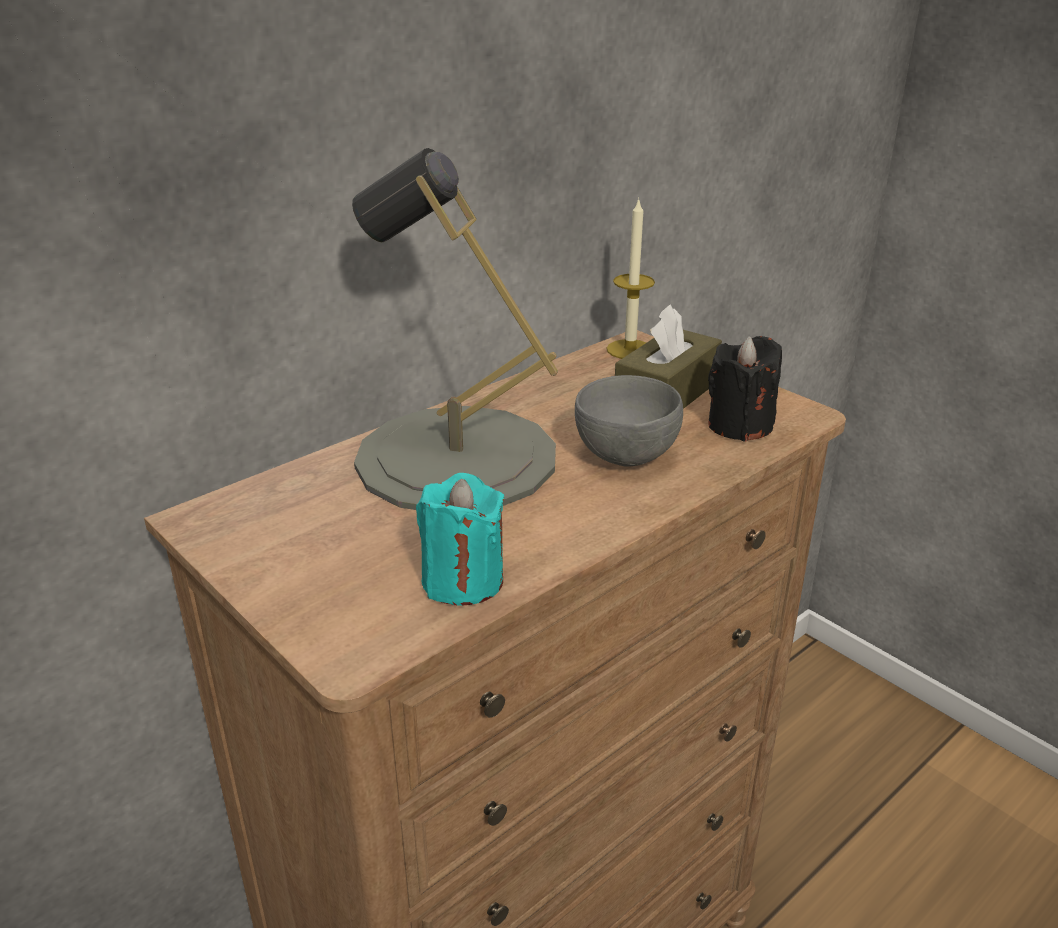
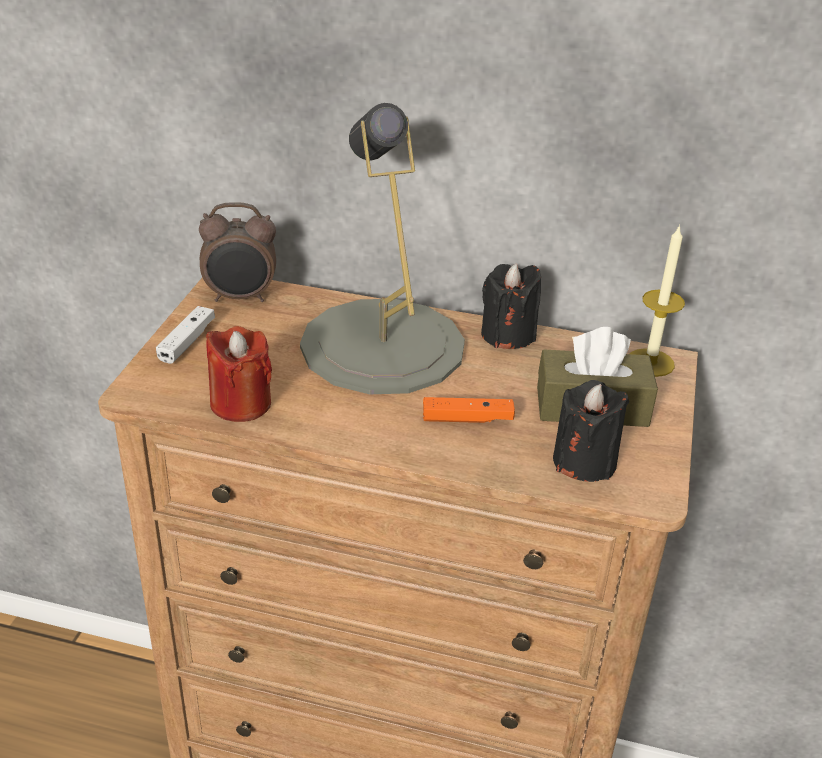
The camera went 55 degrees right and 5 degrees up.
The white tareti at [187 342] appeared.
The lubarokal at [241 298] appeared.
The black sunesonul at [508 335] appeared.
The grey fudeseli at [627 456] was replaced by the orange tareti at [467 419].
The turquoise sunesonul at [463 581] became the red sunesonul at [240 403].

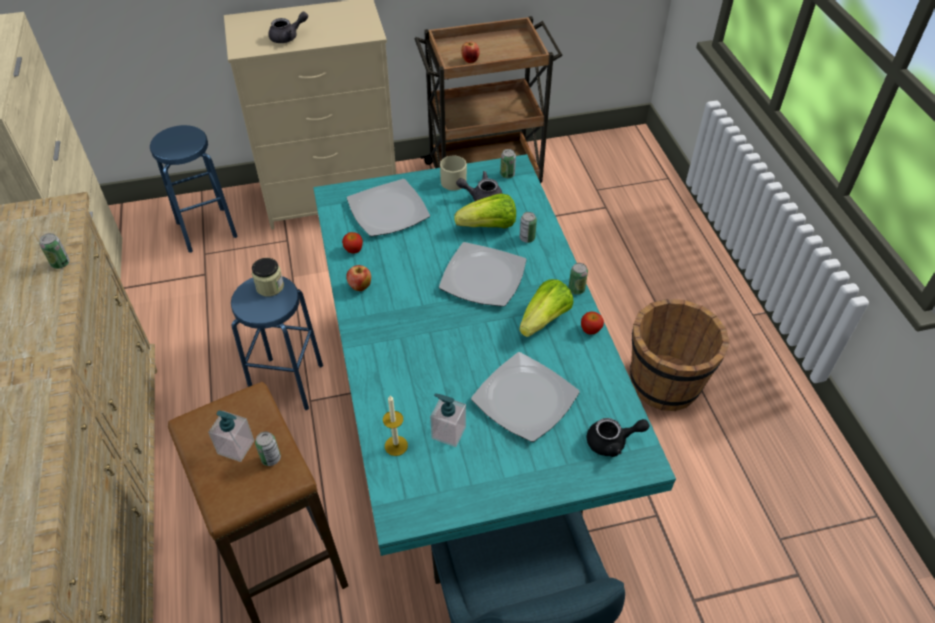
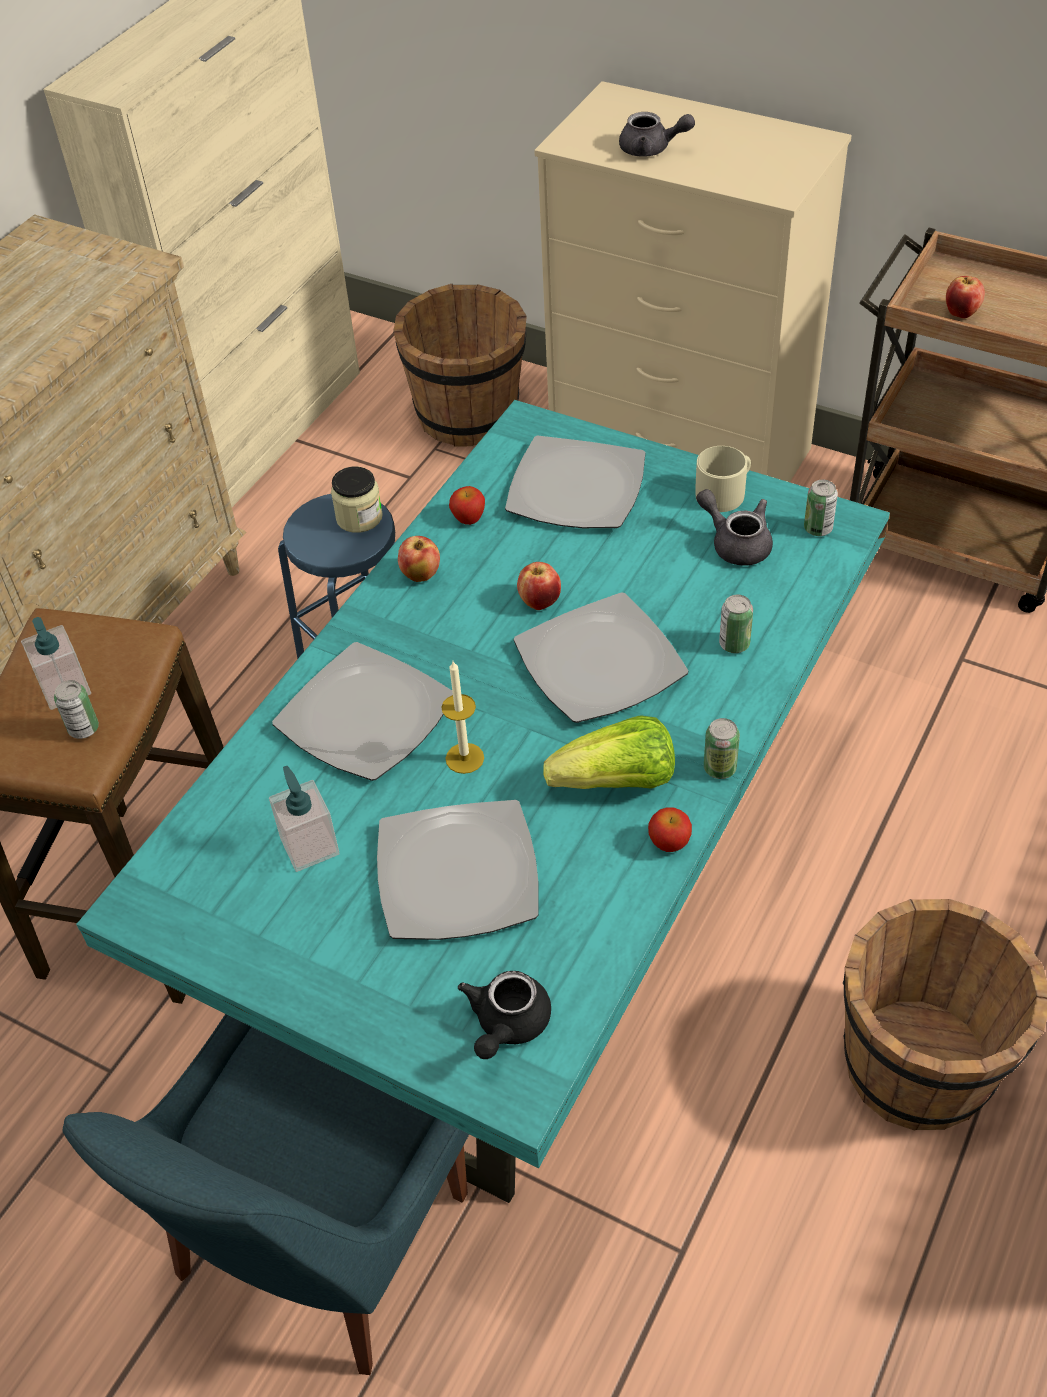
The camera went 45 degrees right and 0 degrees up.
The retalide at [60 263] disappeared.
The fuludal at [489 226] disappeared.
The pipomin at [365 715] appeared.
The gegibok at [540 602] appeared.
The sunesonul moved from [396 445] to [464 758].
The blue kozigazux at [206 230] was replaced by the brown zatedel at [468 416].
The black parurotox at [612 442] turned 75 degrees clockwise.

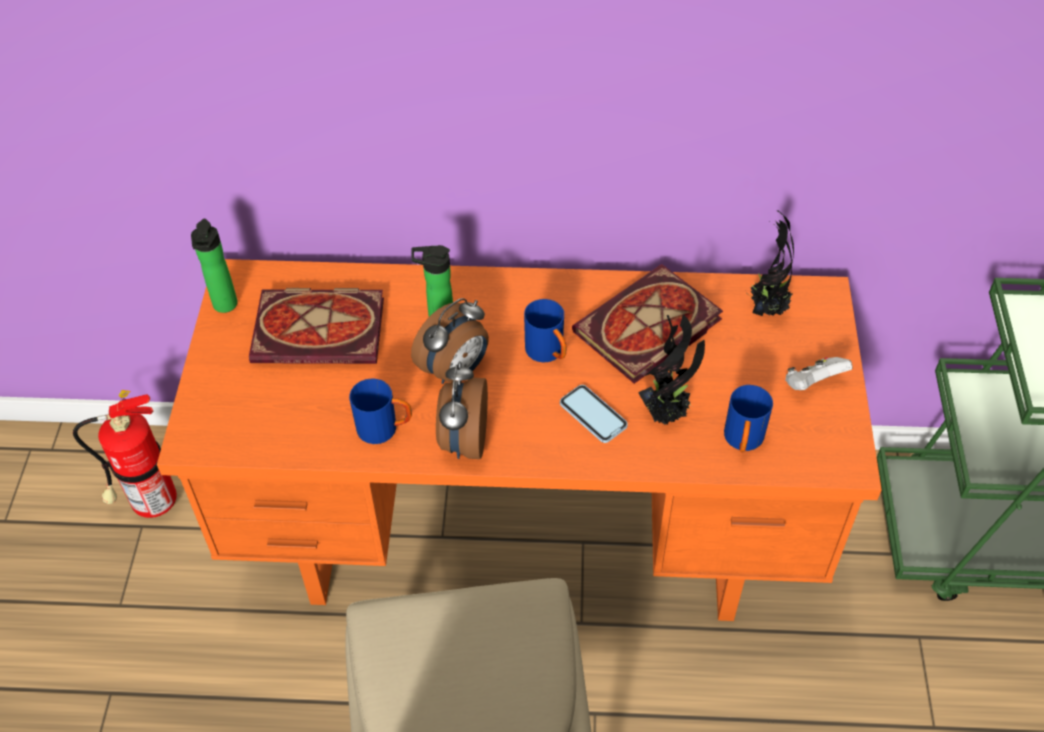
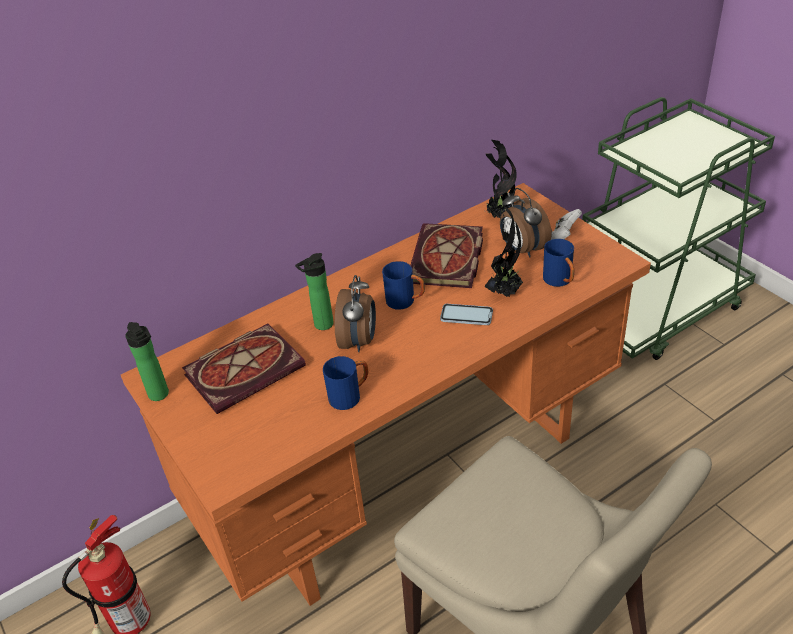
The camera went 35 degrees left and 10 degrees down.
The lubarokal moved from [463 440] to [522 249].

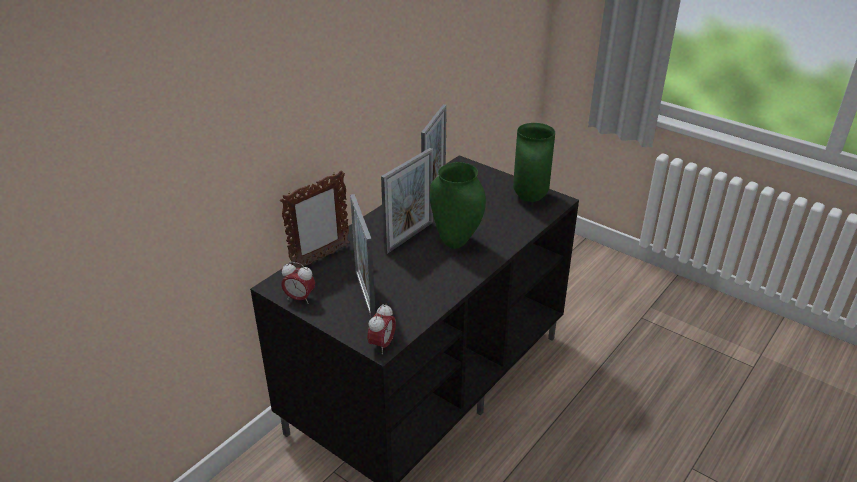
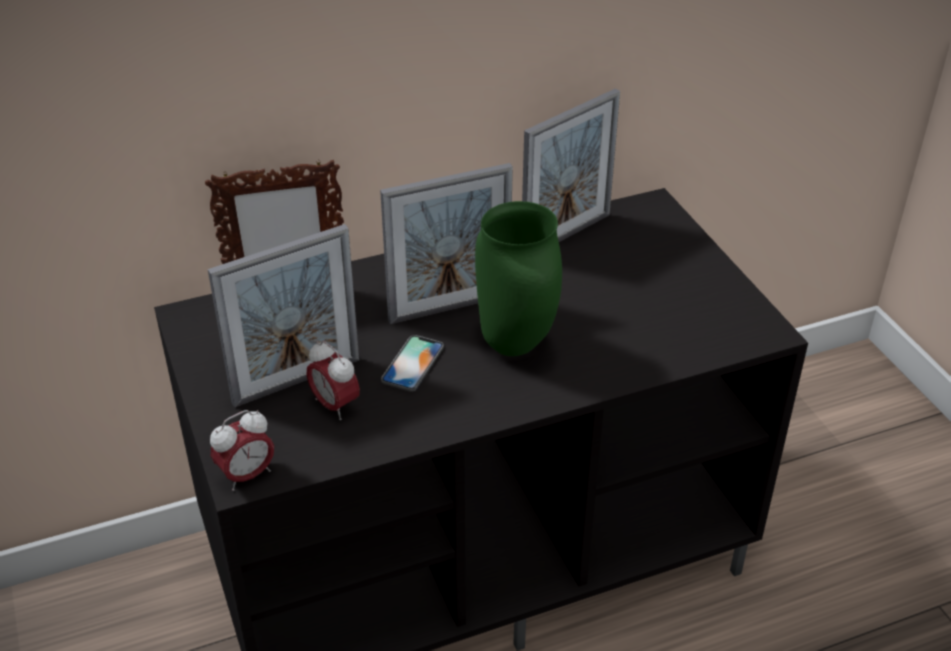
The camera went 30 degrees right and 5 degrees up.
The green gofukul at [529 197] disappeared.
The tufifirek at [413 363] appeared.
The lubarokal moved from [300 298] to [335 405].
The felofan at [365 295] turned 135 degrees counterclockwise.

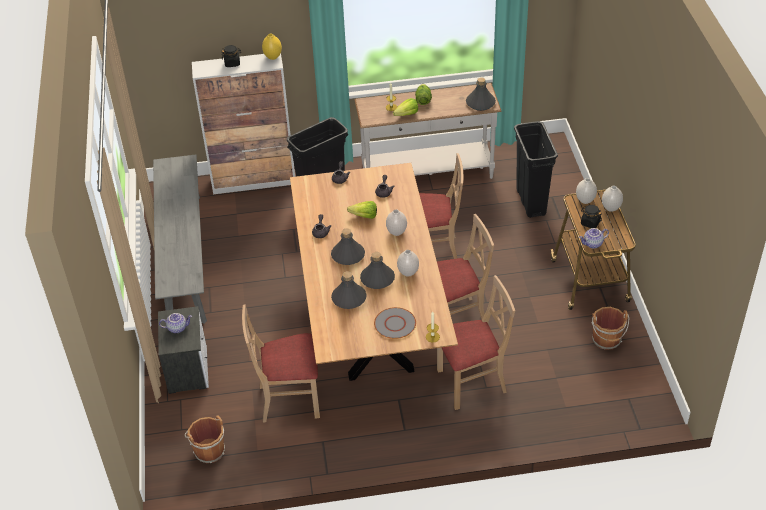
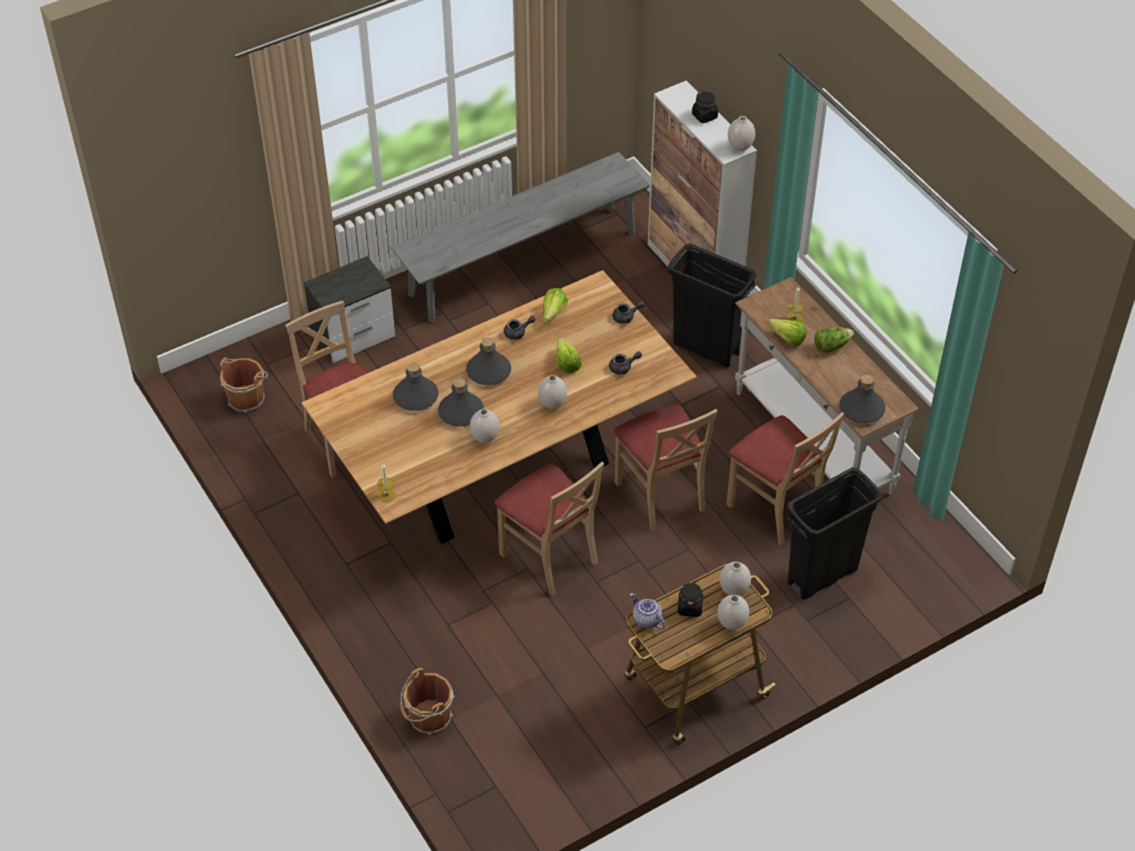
The camera went 65 degrees right and 5 degrees up.
The parurotox at [177 328] disappeared.
The grey pipomin at [395 324] disappeared.
The fuludal at [551 315] appeared.
The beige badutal moved from [472 382] to [776 507].
The brown zatedel moved from [607 340] to [428 718].
The yellow gofukul at [273 57] became the white gofukul at [740 147].

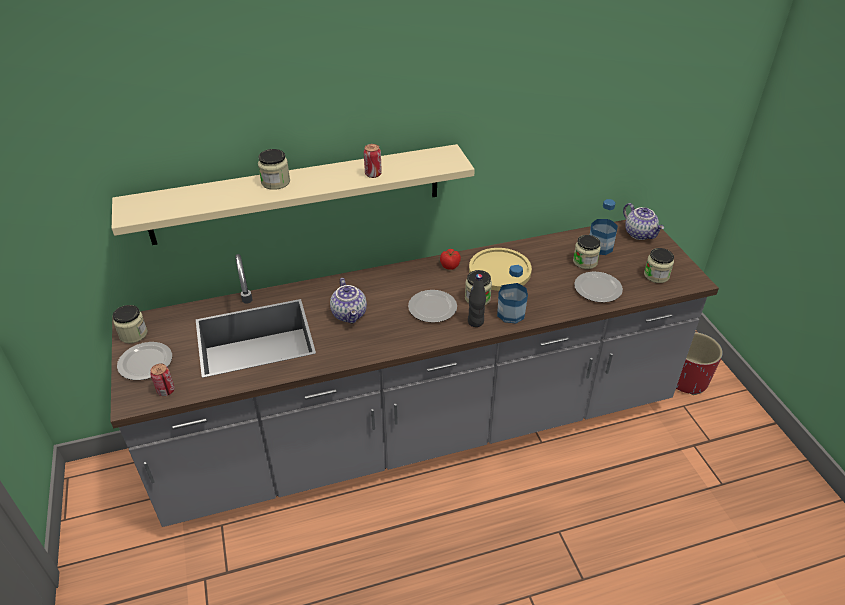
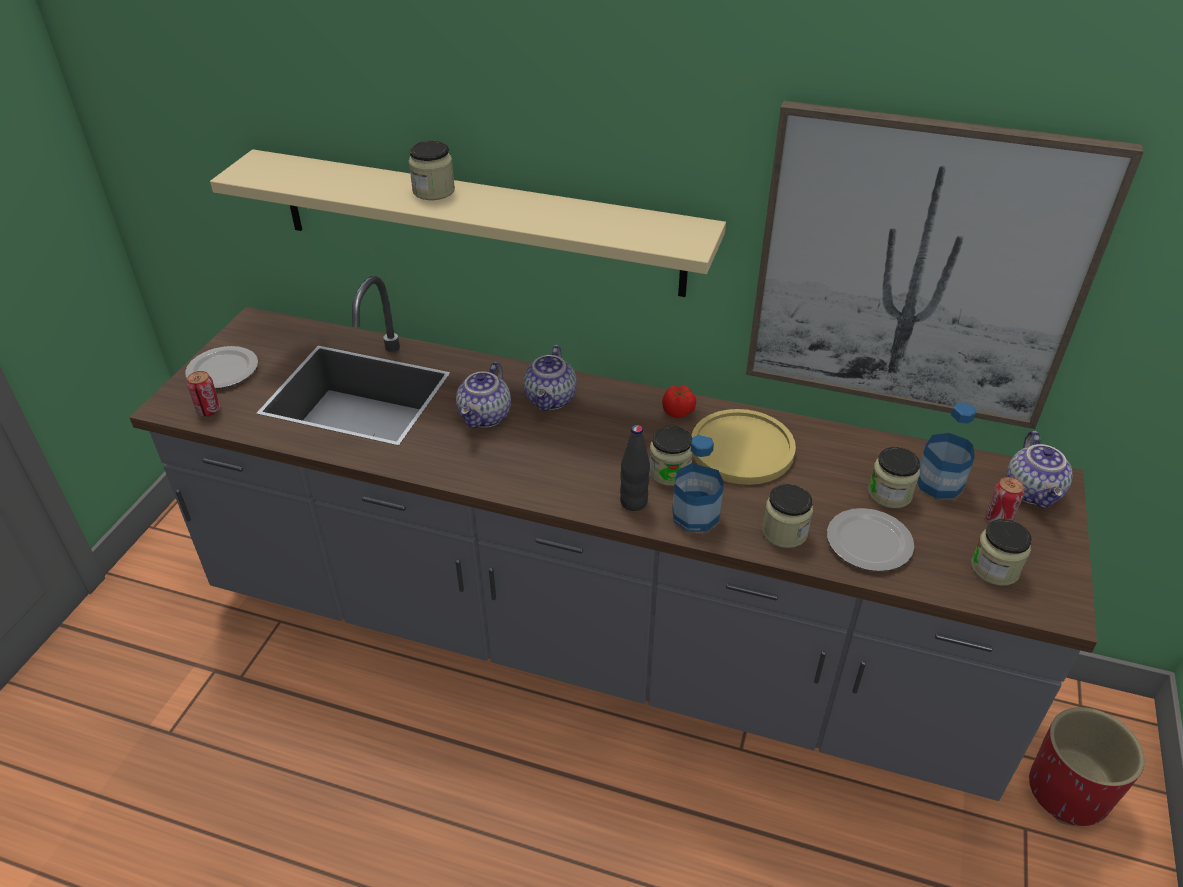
The camera went 35 degrees right and 0 degrees up.
The pipomin at [433 308] disappeared.
The parurotox at [551 399] appeared.
The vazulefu at [917 271] appeared.
The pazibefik moved from [133 334] to [784 532].
The retalide moved from [373 174] to [998 519].

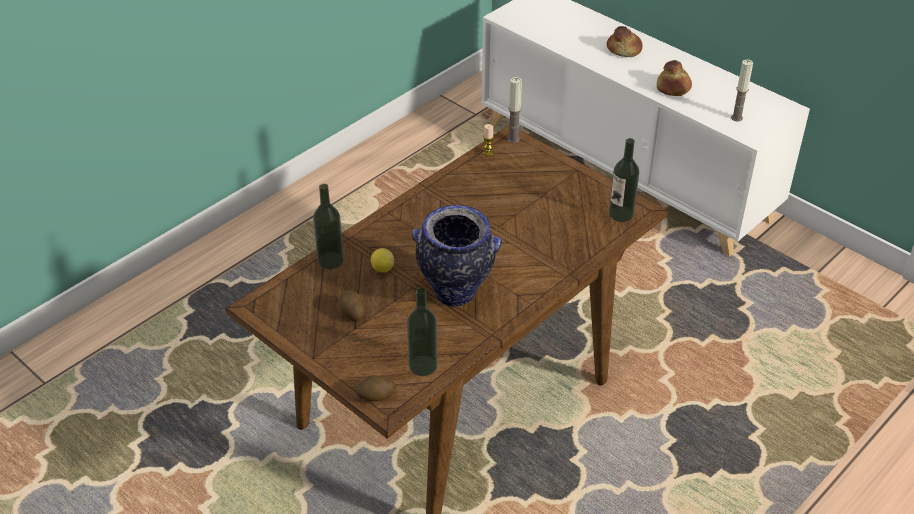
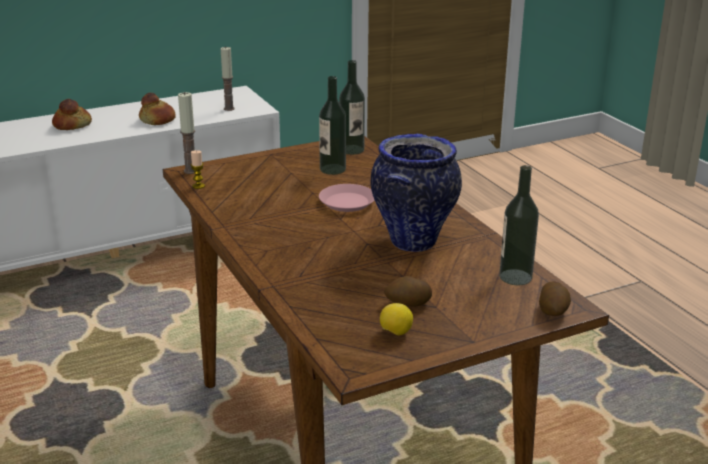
The camera went 70 degrees left and 15 degrees down.
The pink pipomin at [347 202] appeared.
The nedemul moved from [330 260] to [332 169].
The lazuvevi moved from [382 269] to [395 333].

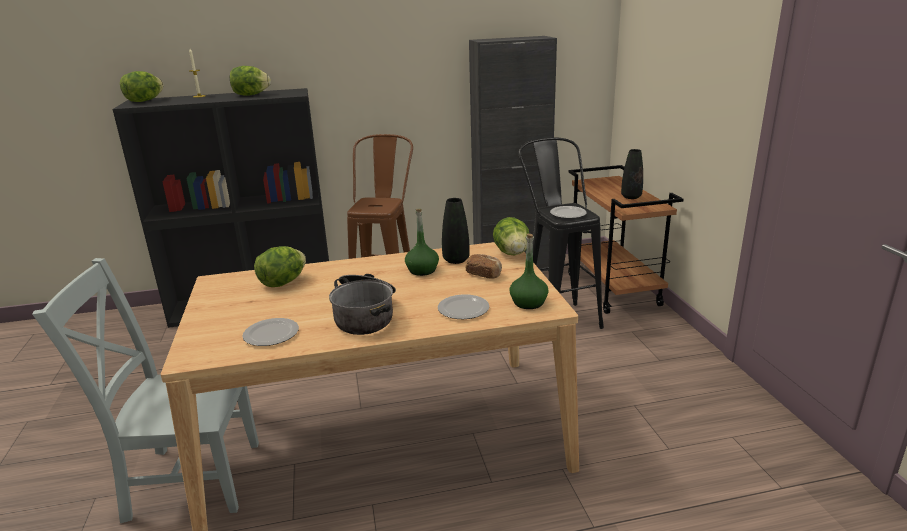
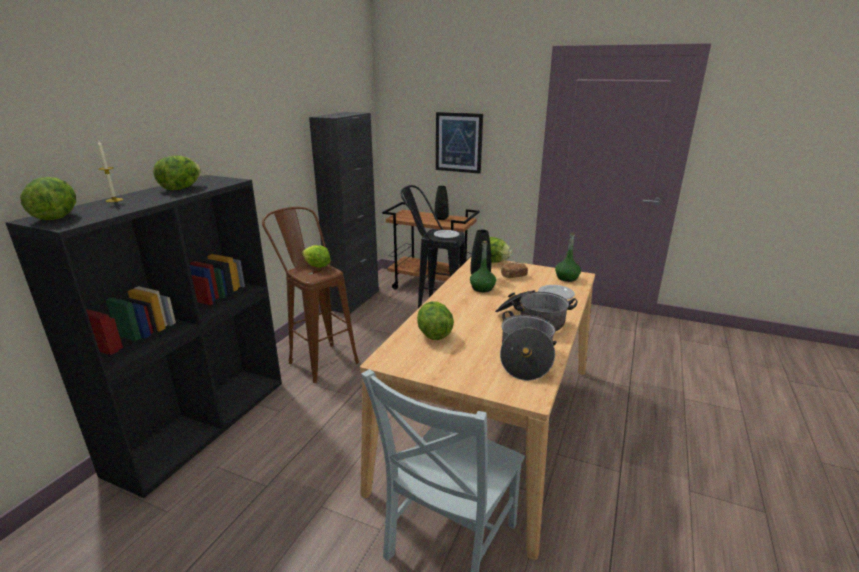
The camera went 55 degrees left and 0 degrees up.
The fuludal at [317 266] appeared.
The vazulefu at [459 142] appeared.
The pipomin at [271 335] was replaced by the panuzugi at [525 357].

